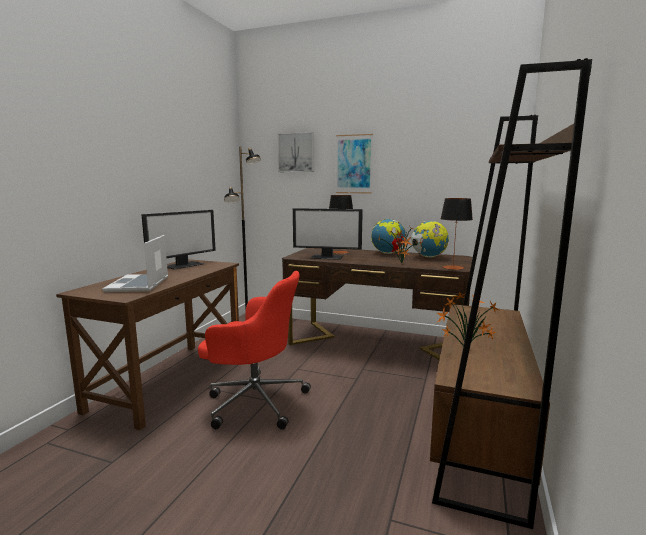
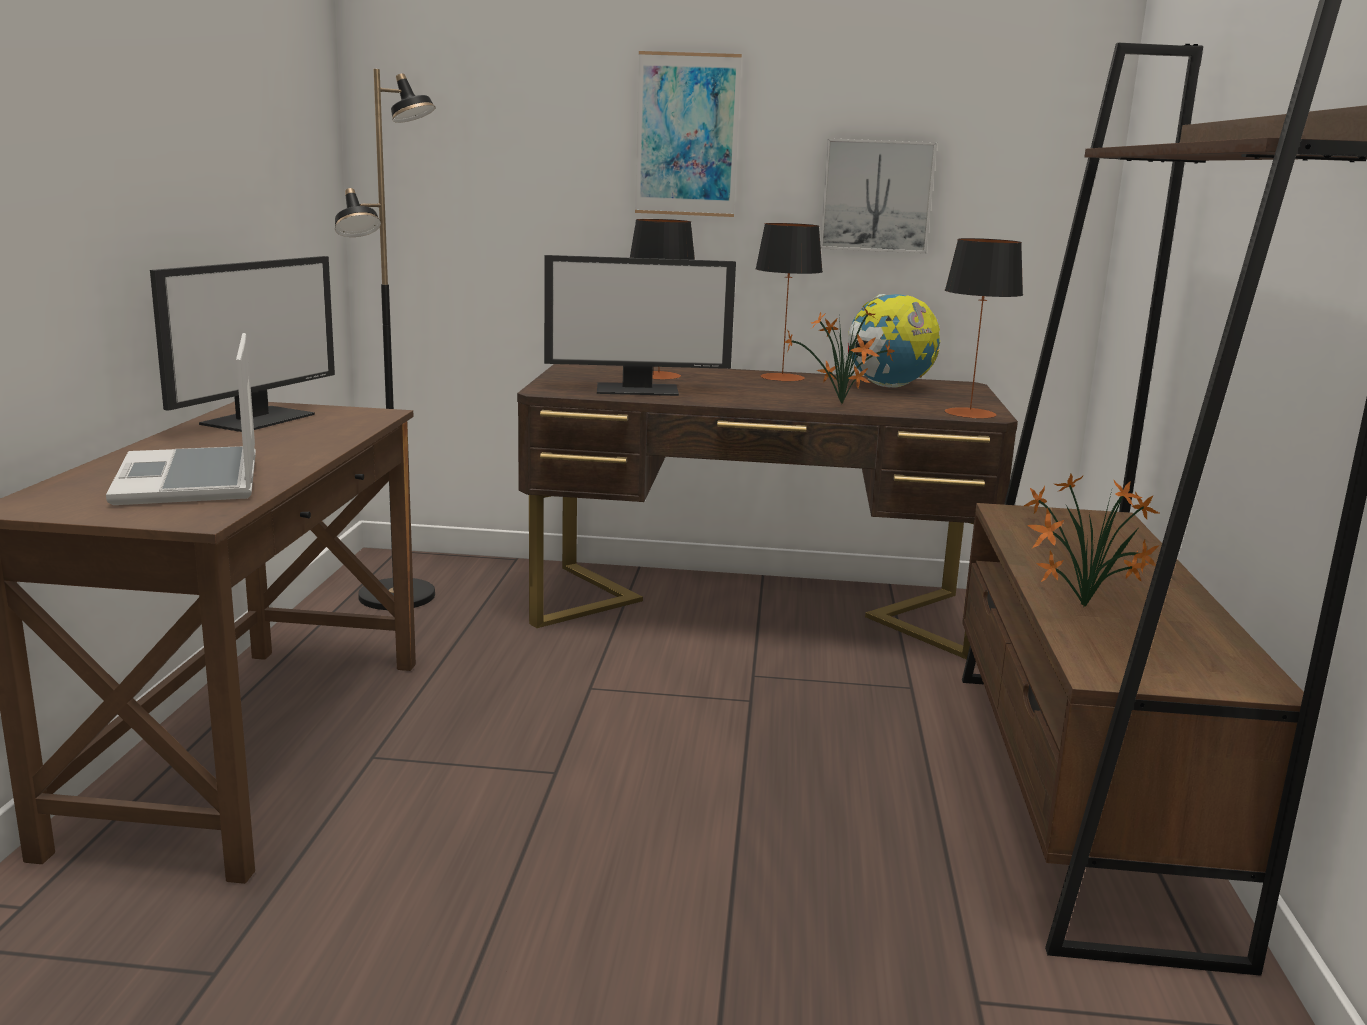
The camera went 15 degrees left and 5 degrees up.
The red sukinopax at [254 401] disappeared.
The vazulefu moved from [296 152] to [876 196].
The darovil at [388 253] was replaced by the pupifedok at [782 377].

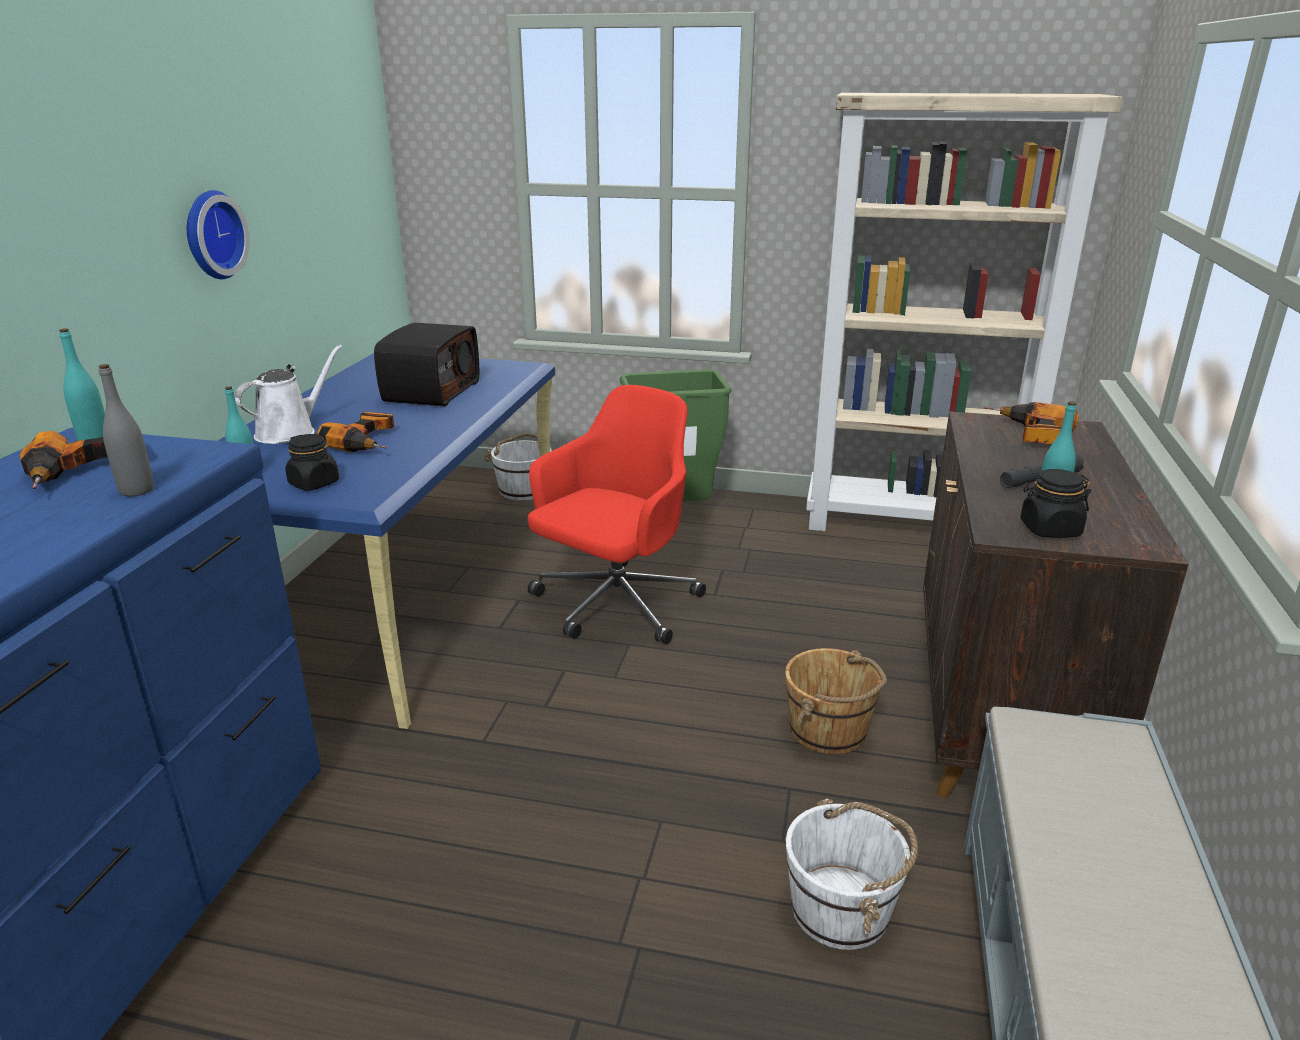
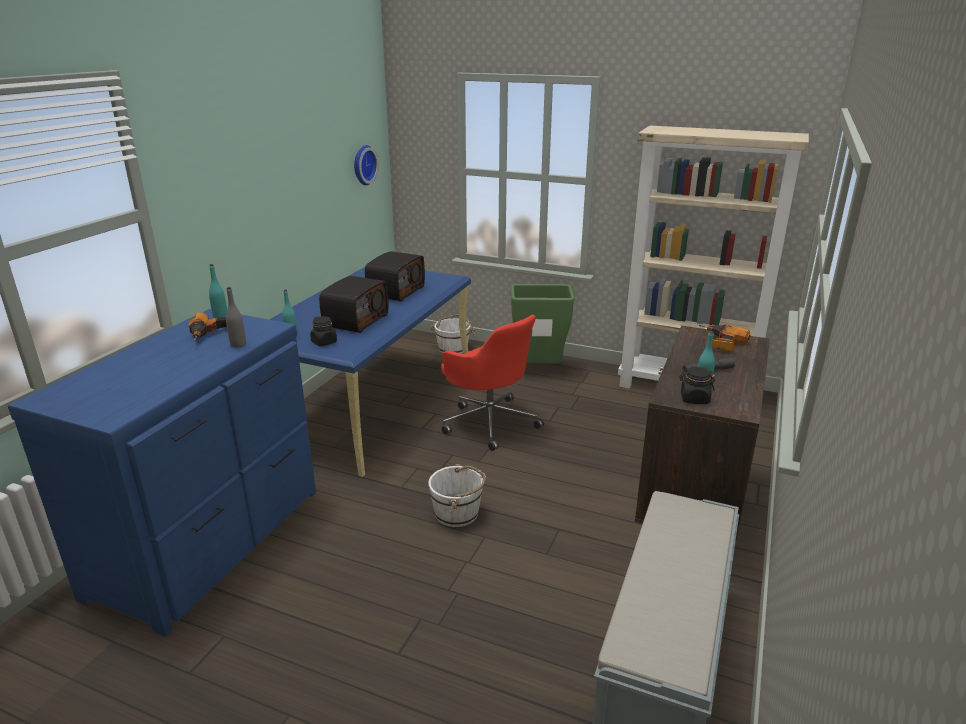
The camera went 10 degrees right and 0 degrees up.
The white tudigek at [290 432] disappeared.
The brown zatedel at [829 730] disappeared.
The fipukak moved from [211 235] to [363 165].
The white zatedel moved from [842 909] to [457 513].
The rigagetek at [367 442] was replaced by the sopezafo at [355 320].
The red sukinopax at [614 605] turned 90 degrees clockwise.

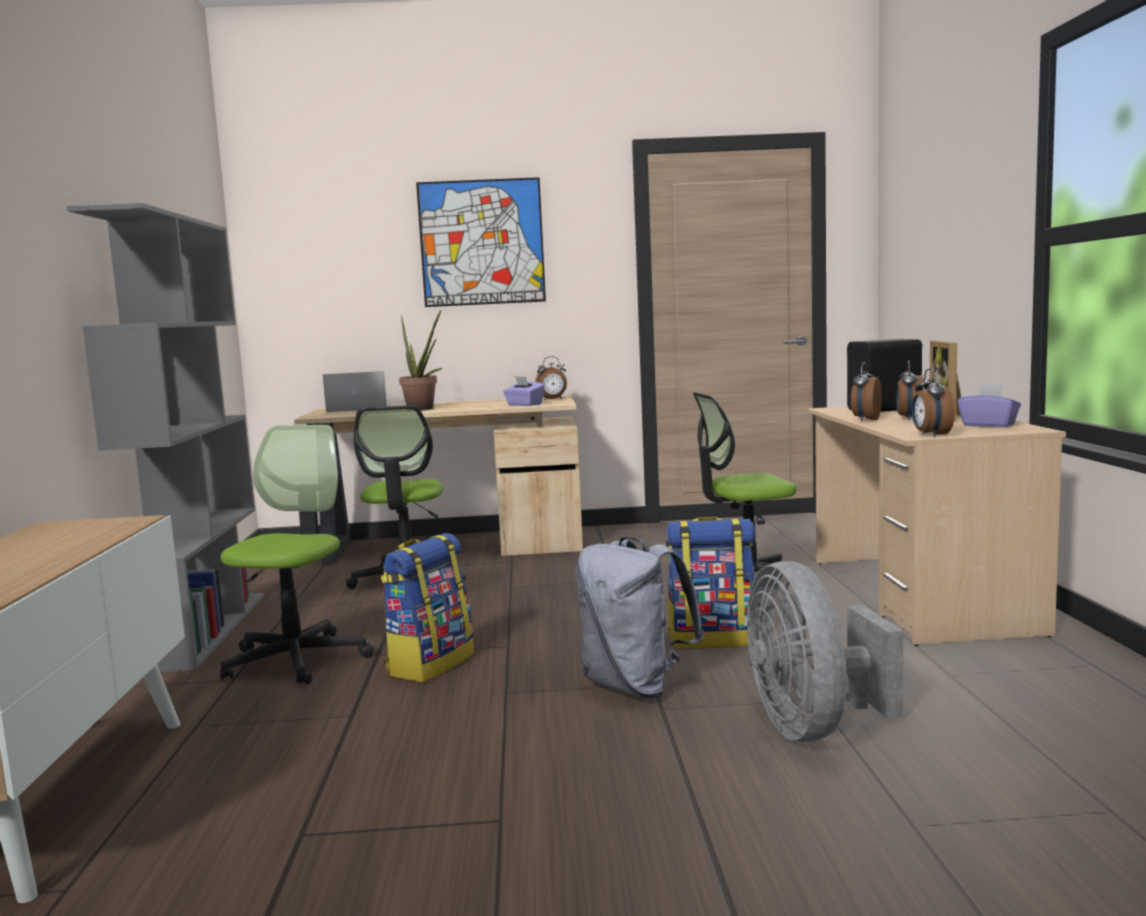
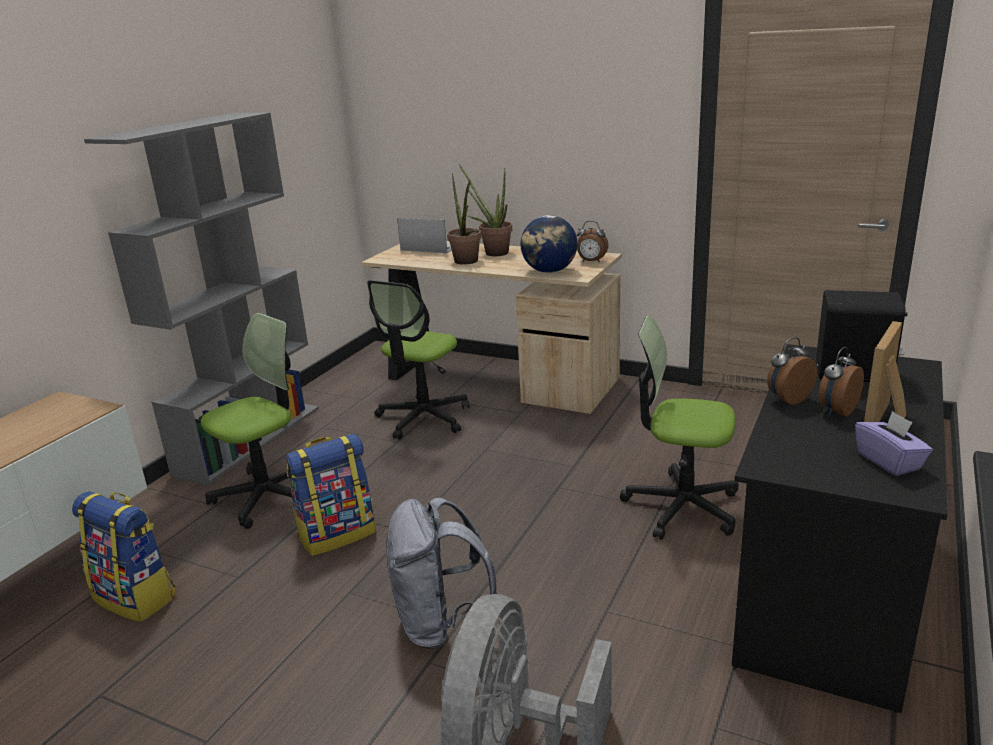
The camera went 30 degrees right and 15 degrees up.
The vazulefu at [482 242] disappeared.
The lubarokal at [930 435] disappeared.
The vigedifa at [492 252] appeared.
The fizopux moved from [712 638] to [136 597].
The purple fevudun at [524 405] was replaced by the darovil at [549 271].
The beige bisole at [918 595] became the black bisole at [828 586].

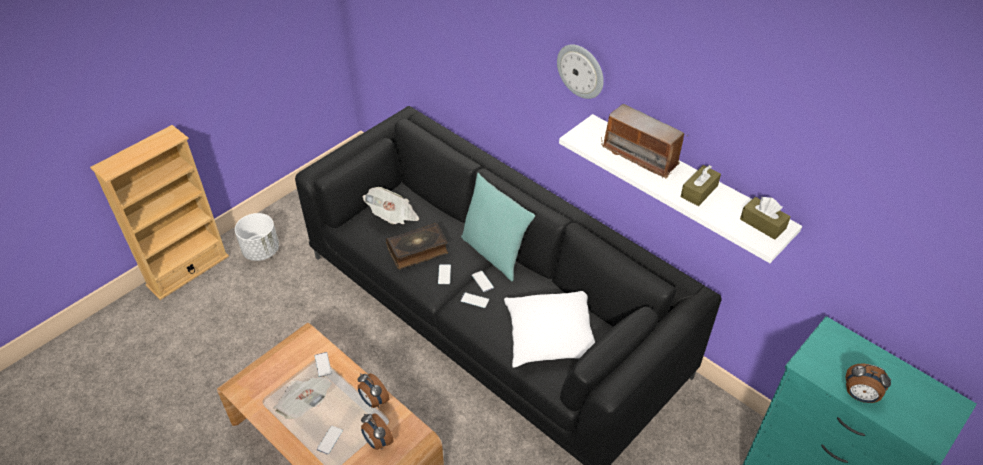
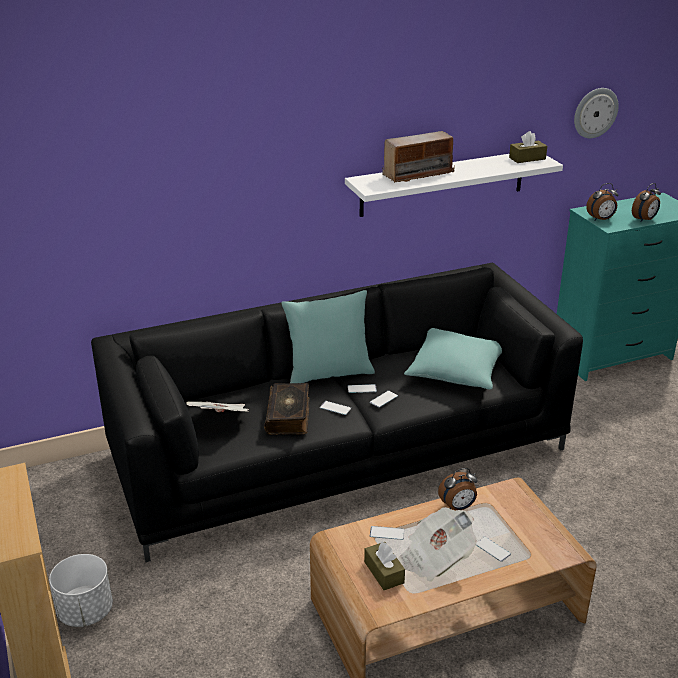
The camera went 65 degrees left and 15 degrees down.
The lubarokal moved from [377 442] to [601 219].
The fipukak moved from [581 71] to [595 112].
The brown fevudun moved from [699 191] to [384 572].
The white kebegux at [550 337] became the turquoise kebegux at [457 371].

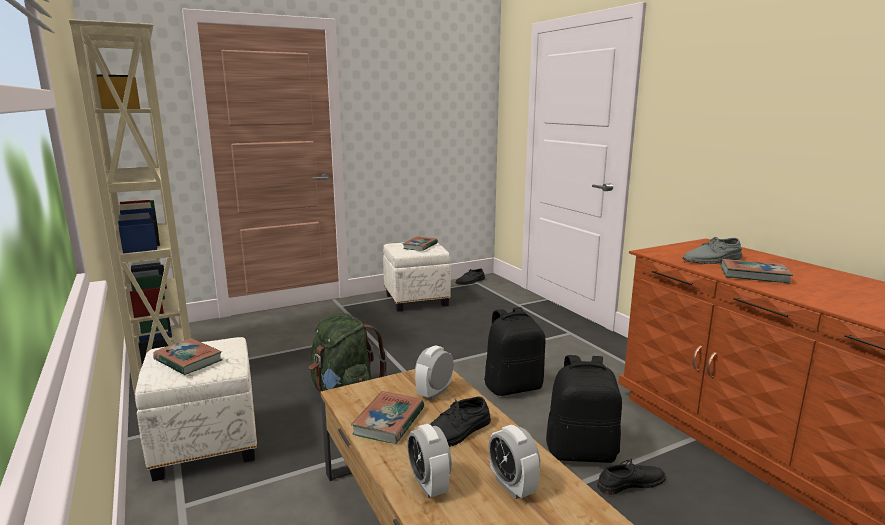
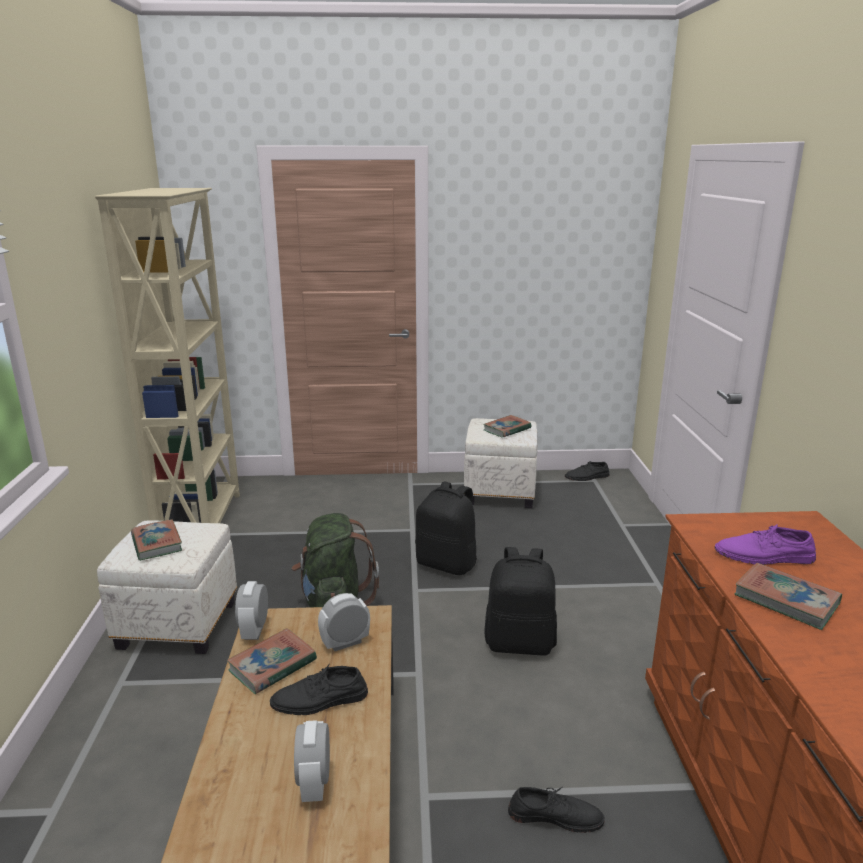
The camera went 25 degrees right and 5 degrees up.
The lubarokal moved from [429 485] to [254 630].
The black fizopux moved from [582 451] to [447 564].
The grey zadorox at [712 260] became the purple zadorox at [764 556].

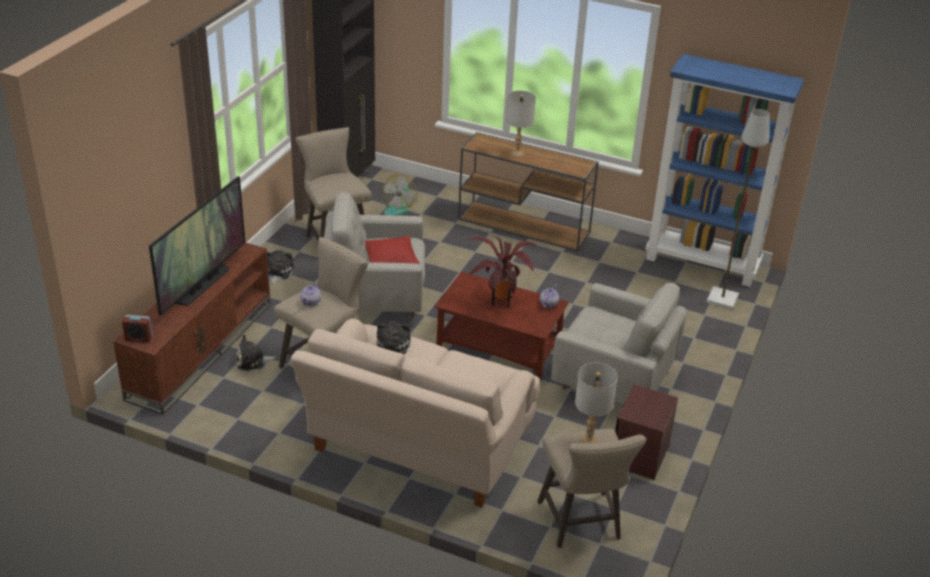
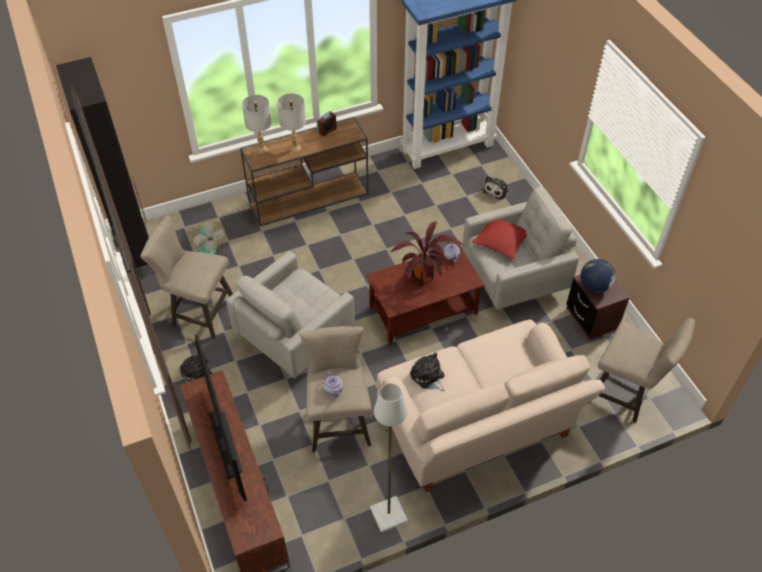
The camera went 45 degrees left and 15 degrees up.
The darovil at [594 286] appeared.
The lubarokal moved from [138 338] to [327 130].
The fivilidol moved from [253 361] to [496 190].
The red kebegux moved from [390 259] to [501 241].
The grey pupifedok moved from [589 441] to [262 150].
The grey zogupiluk moved from [721 299] to [388 515].

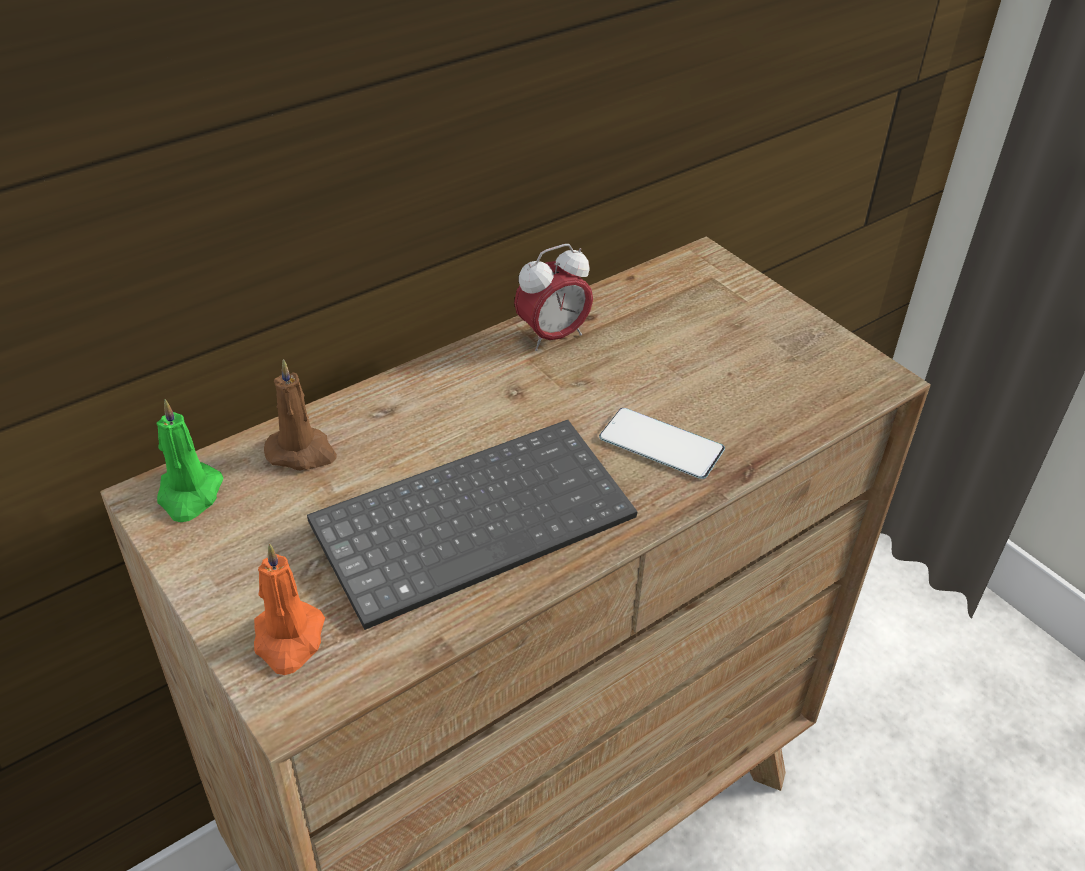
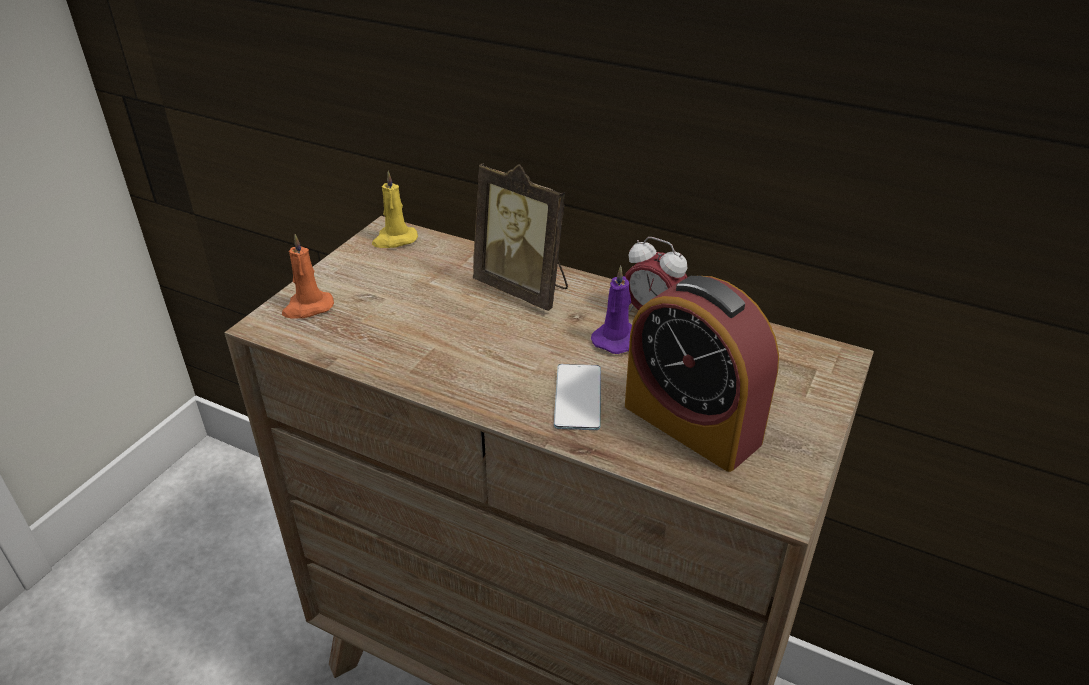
The camera went 65 degrees right and 5 degrees down.
The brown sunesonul at [302 452] disappeared.
The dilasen at [475 518] disappeared.
The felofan at [524 288] appeared.
The purple sunesonul at [617 339] appeared.
The lubarokal at [691 424] appeared.
The green sunesonul at [189 495] became the yellow sunesonul at [394 240].

